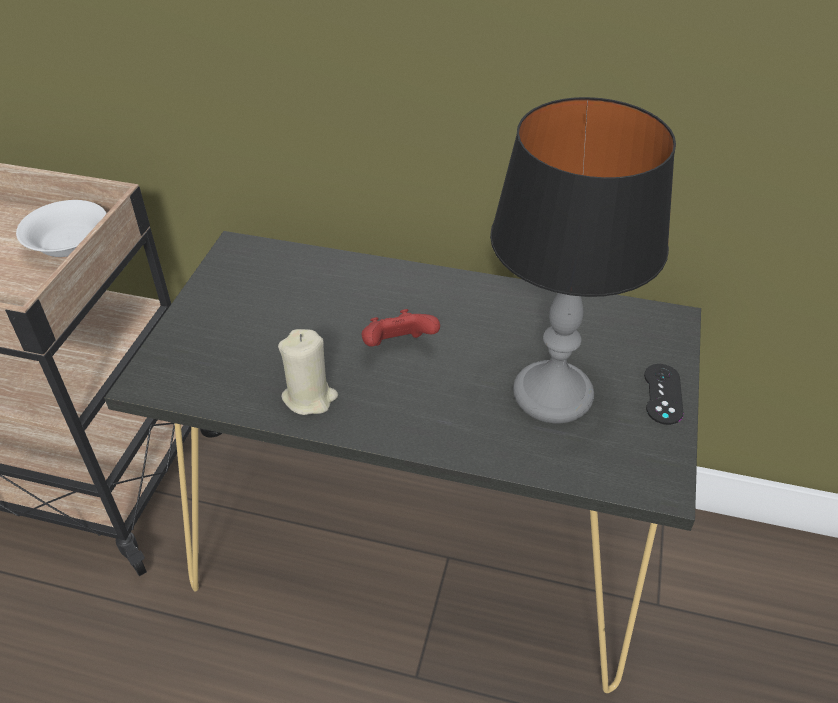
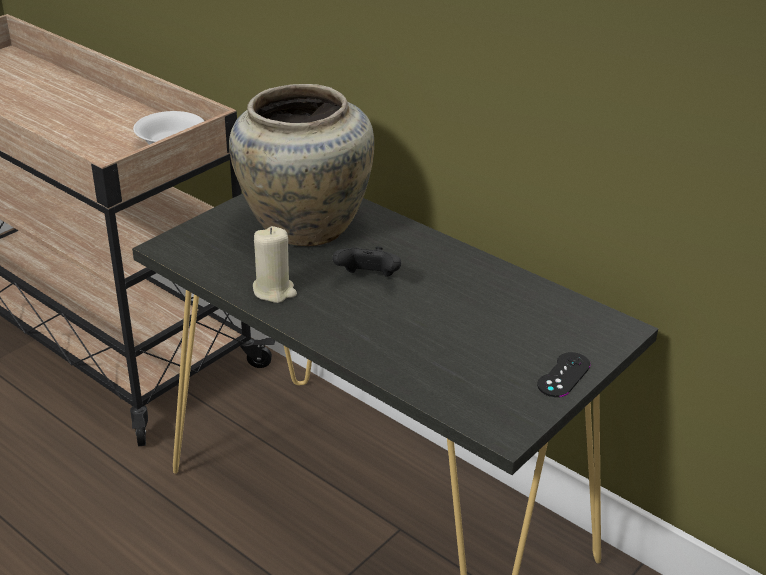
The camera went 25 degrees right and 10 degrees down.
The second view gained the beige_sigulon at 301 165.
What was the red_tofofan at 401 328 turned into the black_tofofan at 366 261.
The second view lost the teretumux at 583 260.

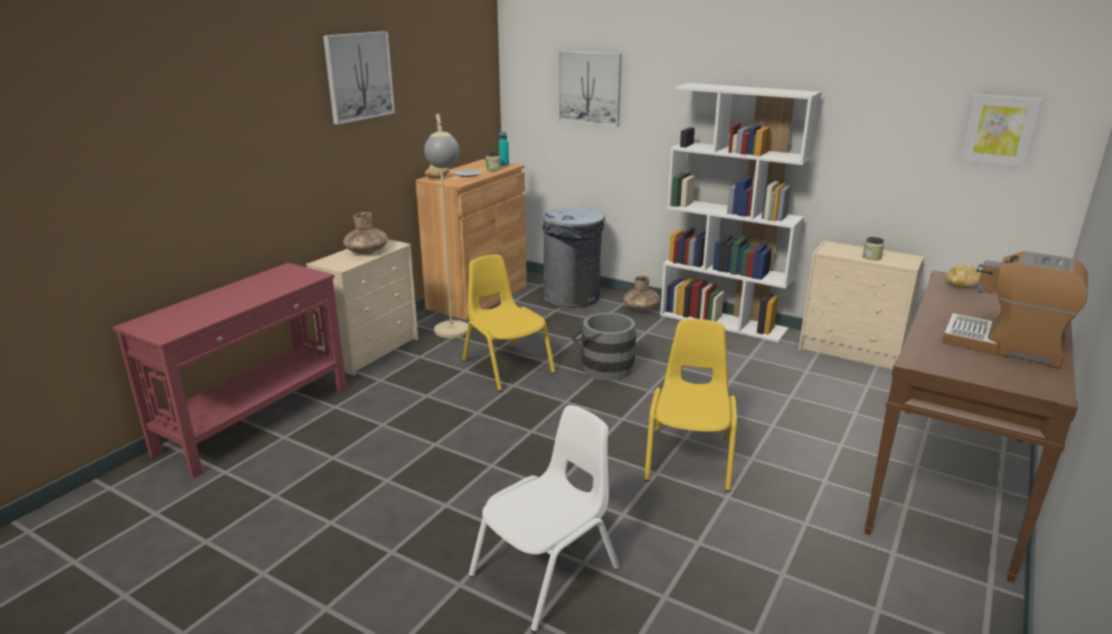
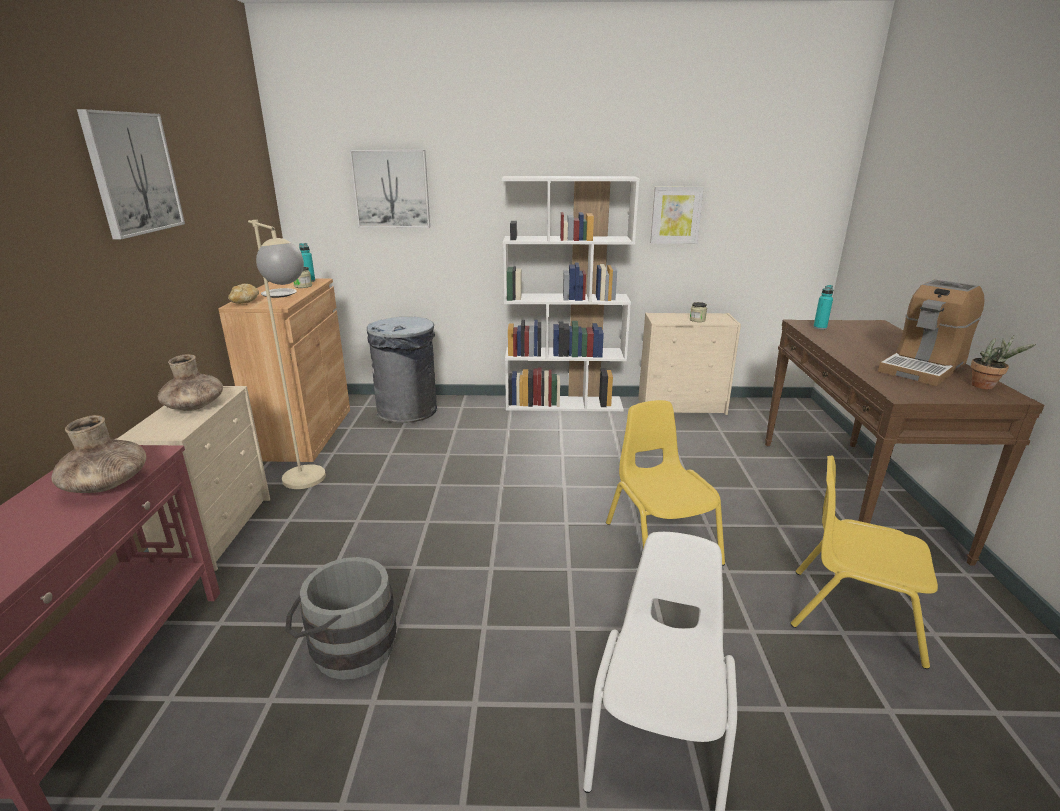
The camera went 30 degrees left and 0 degrees up.
The brown_sigulon ended up elsewhere, having gone from 641 293 to 98 454.
The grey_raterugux ended up elsewhere, having gone from 604 346 to 341 618.
The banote ended up elsewhere, having gone from 1001 130 to 677 215.
The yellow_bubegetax ended up elsewhere, having gone from 509 322 to 864 562.
Where the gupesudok stood at 963 276, the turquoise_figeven came to stand at 823 307.
The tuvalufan at 1015 309 ended up facing another way, 45 degrees counterclockwise from before.
The second view gained the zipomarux at 1003 362.

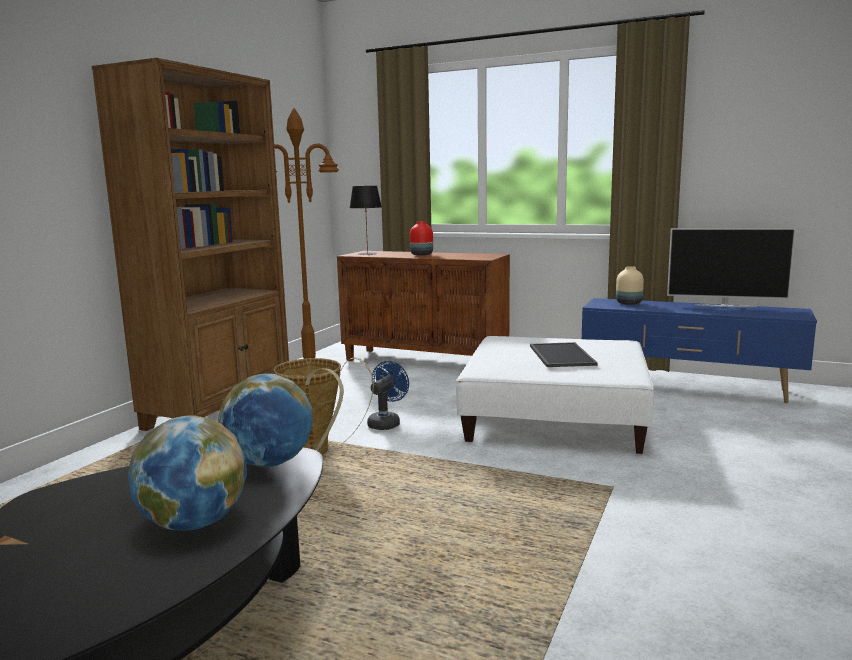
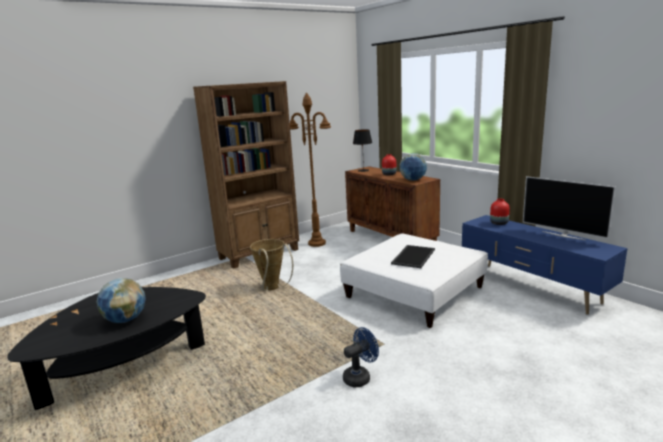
The camera went 30 degrees right and 5 degrees up.
The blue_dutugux ended up elsewhere, having gone from 388 395 to 361 357.
The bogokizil ended up elsewhere, having gone from 265 420 to 413 167.
What was the beige_sigulon at 630 285 turned into the red_sigulon at 500 212.

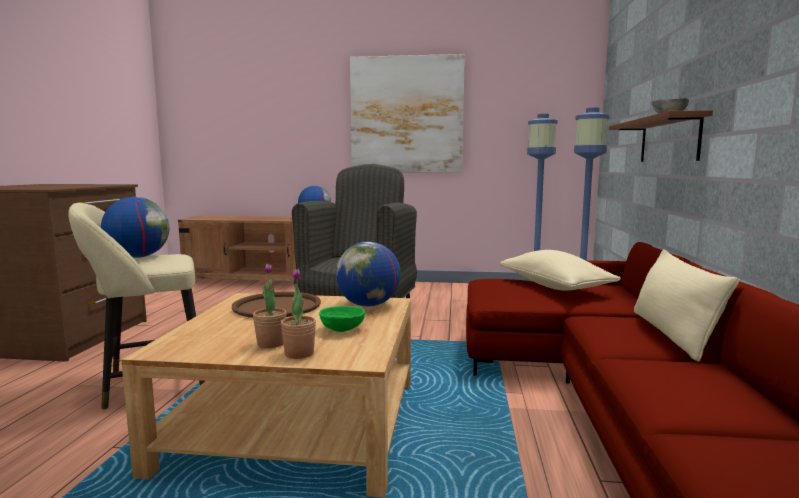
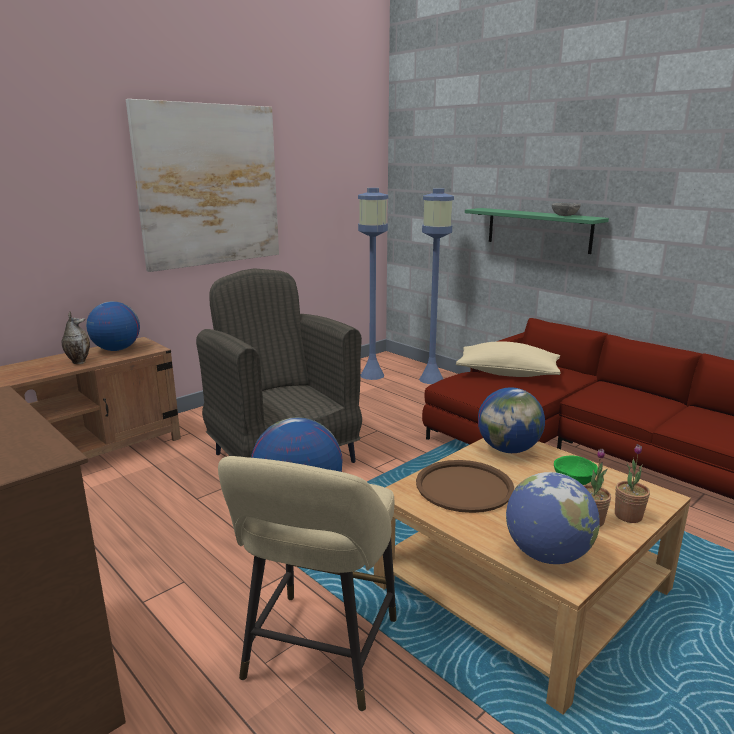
The camera went 50 degrees left and 10 degrees up.
The second view gained the sigulon at 76 337.
What was the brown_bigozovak at 661 136 turned into the green_bigozovak at 537 231.
The second view gained the bogokizil at 553 518.
The second view lost the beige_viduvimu at 686 305.

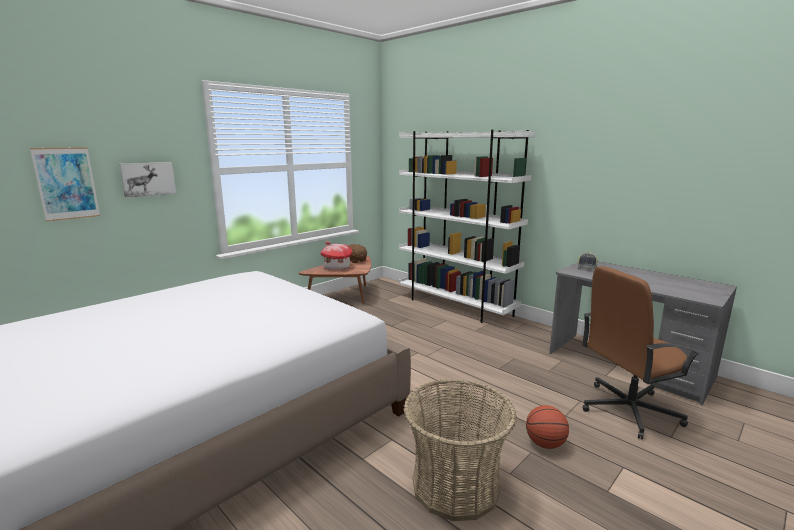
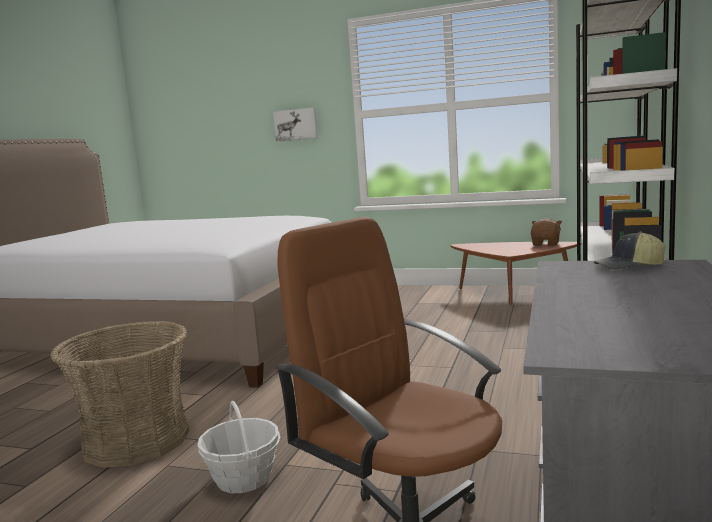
The camera went 65 degrees right and 5 degrees down.
Where the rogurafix stood at 547 427, the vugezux came to stand at 239 447.
The second view lost the banote at 65 184.
The second view lost the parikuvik at 337 255.

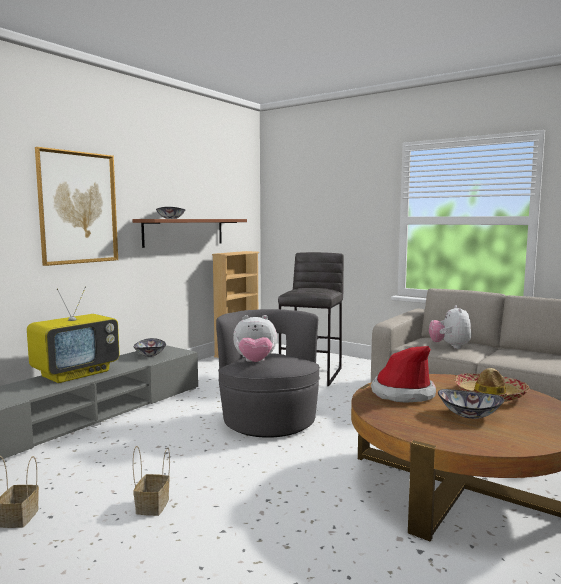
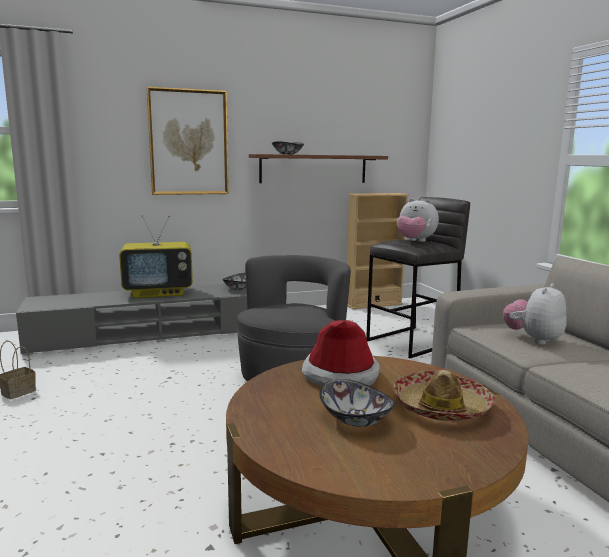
The camera went 35 degrees right and 5 degrees up.
The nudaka ended up elsewhere, having gone from 255 338 to 418 220.
The second view lost the vugezux at 151 481.

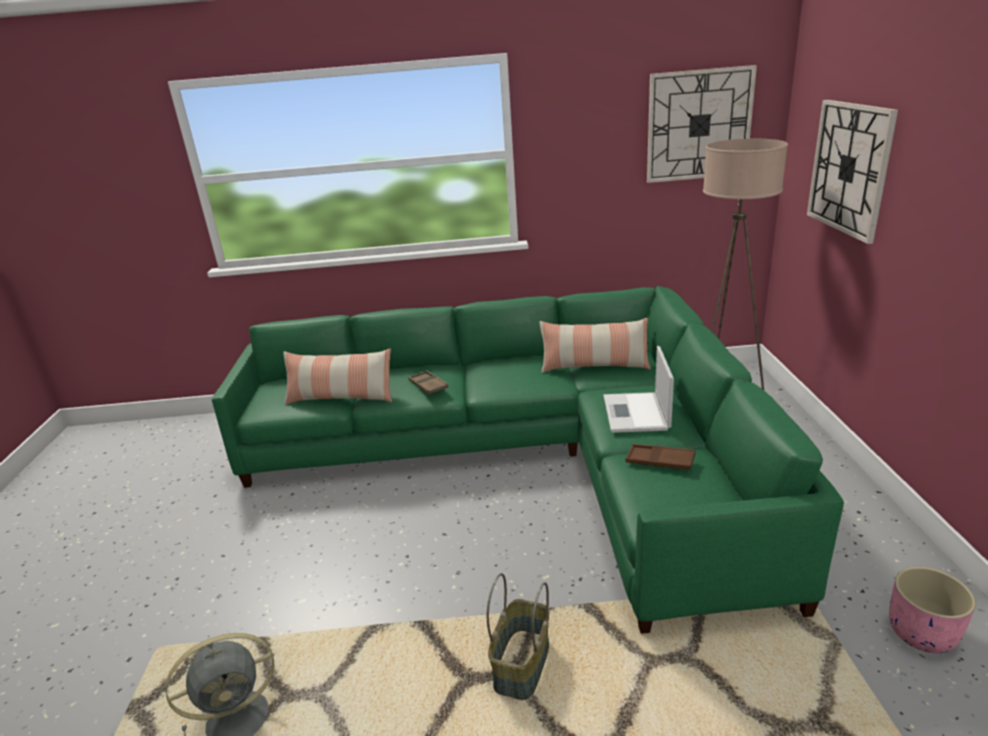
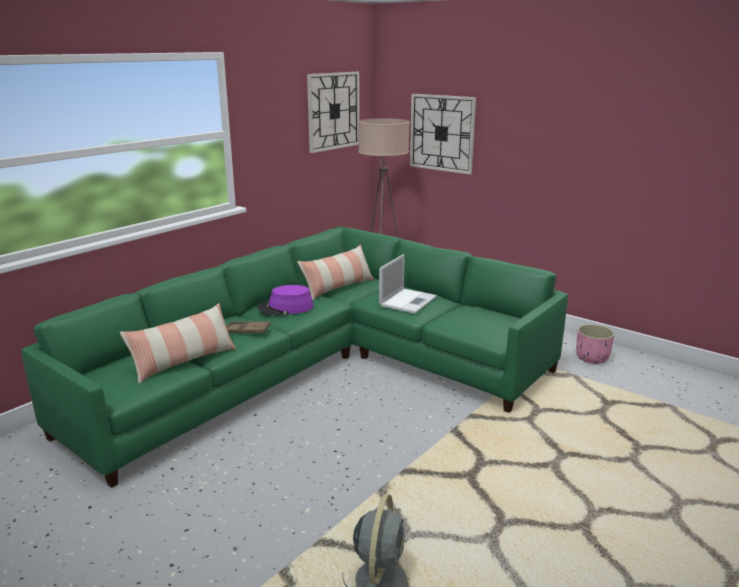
The camera went 50 degrees left and 5 degrees down.
The second view gained the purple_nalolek at 286 300.
The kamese at 638 389 ended up facing another way, 105 degrees counterclockwise from before.
The second view lost the vugezux at 518 636.
The second view lost the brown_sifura at 661 457.

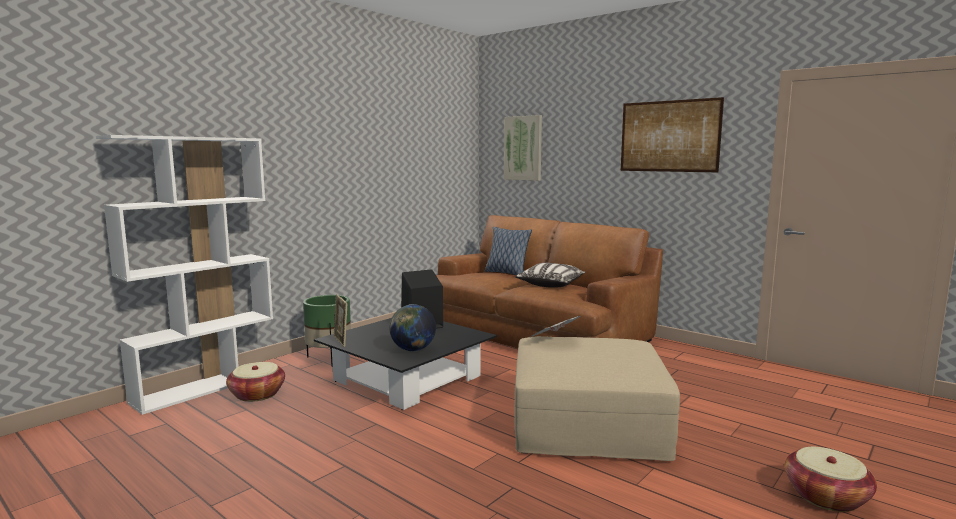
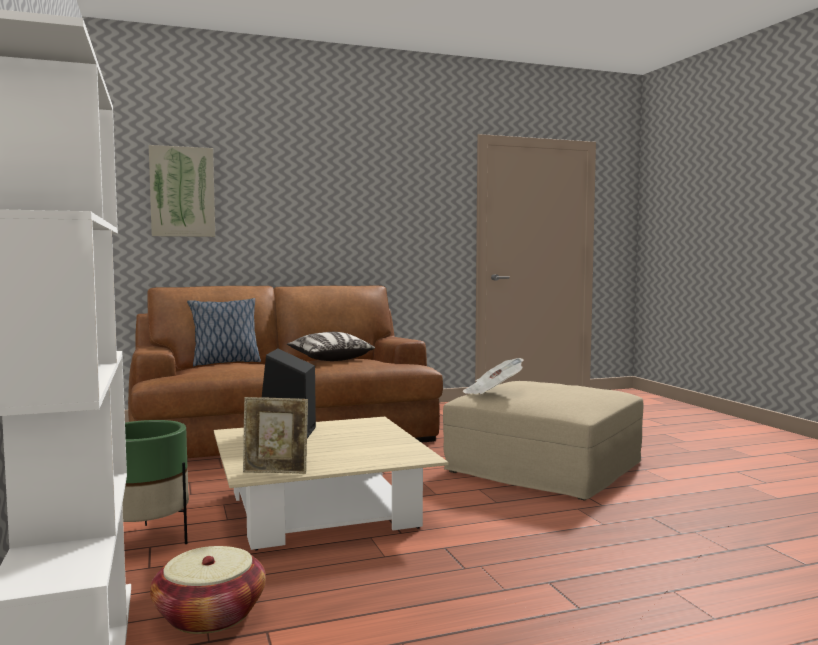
The camera went 60 degrees left and 5 degrees down.
What was the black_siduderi at 405 364 turned into the beige_siduderi at 331 484.
The second view lost the bogokizil at 412 327.
The second view lost the banote at 672 134.
The second view lost the vugezux at 831 479.

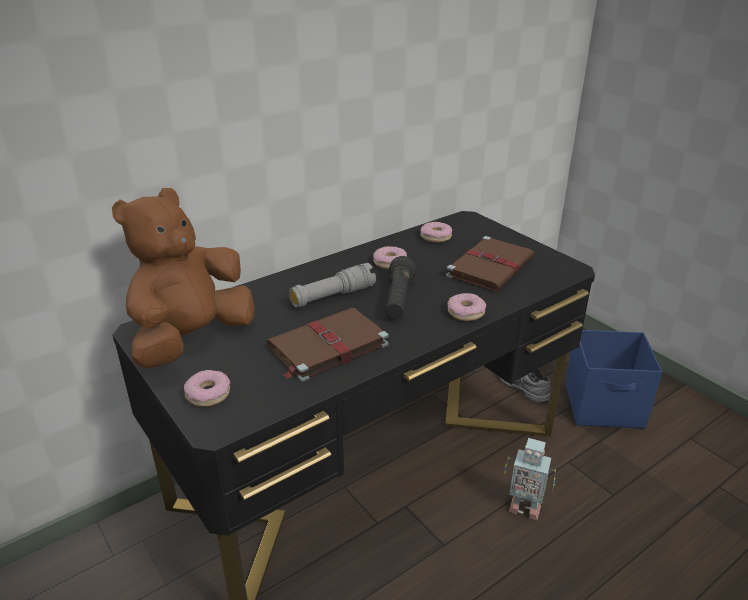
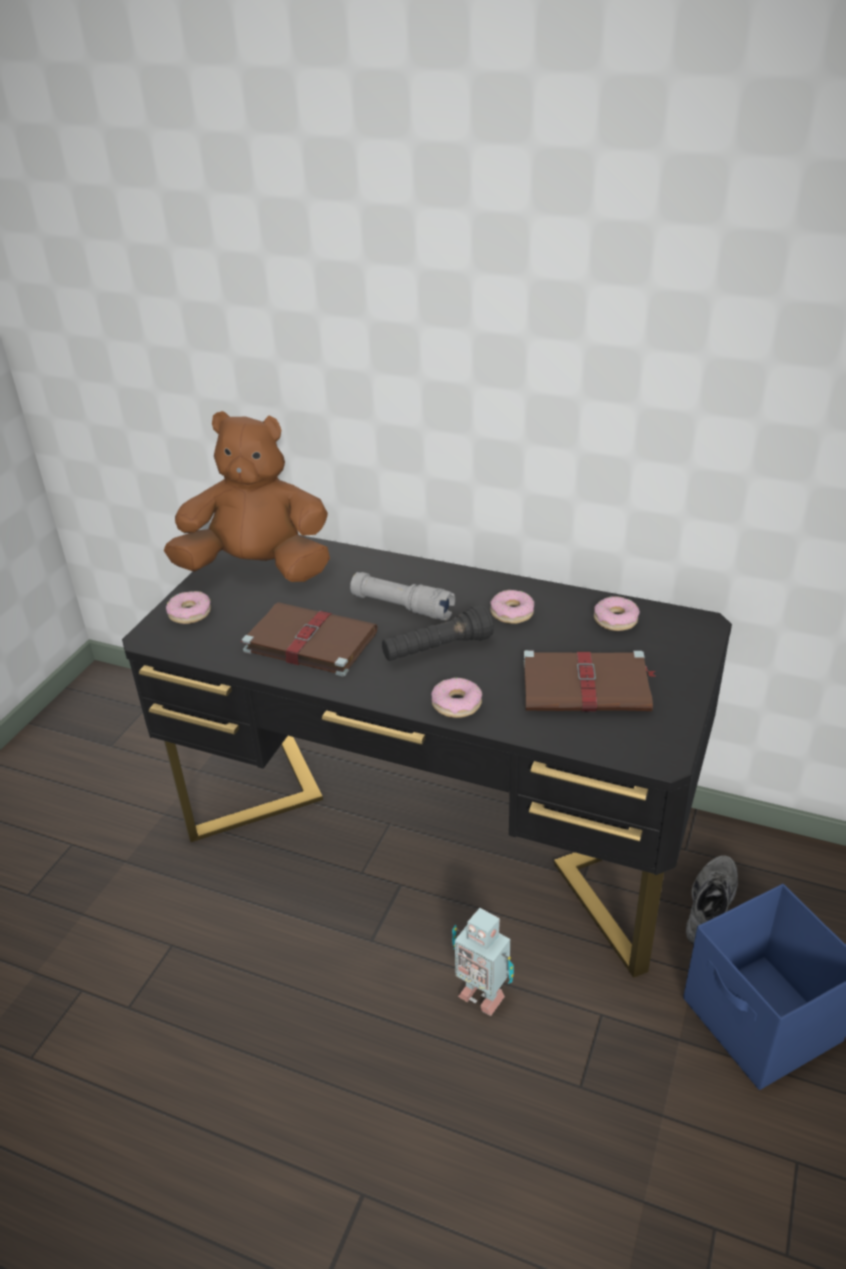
The camera went 60 degrees right and 5 degrees up.
The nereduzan at 530 479 ended up facing another way, 45 degrees counterclockwise from before.

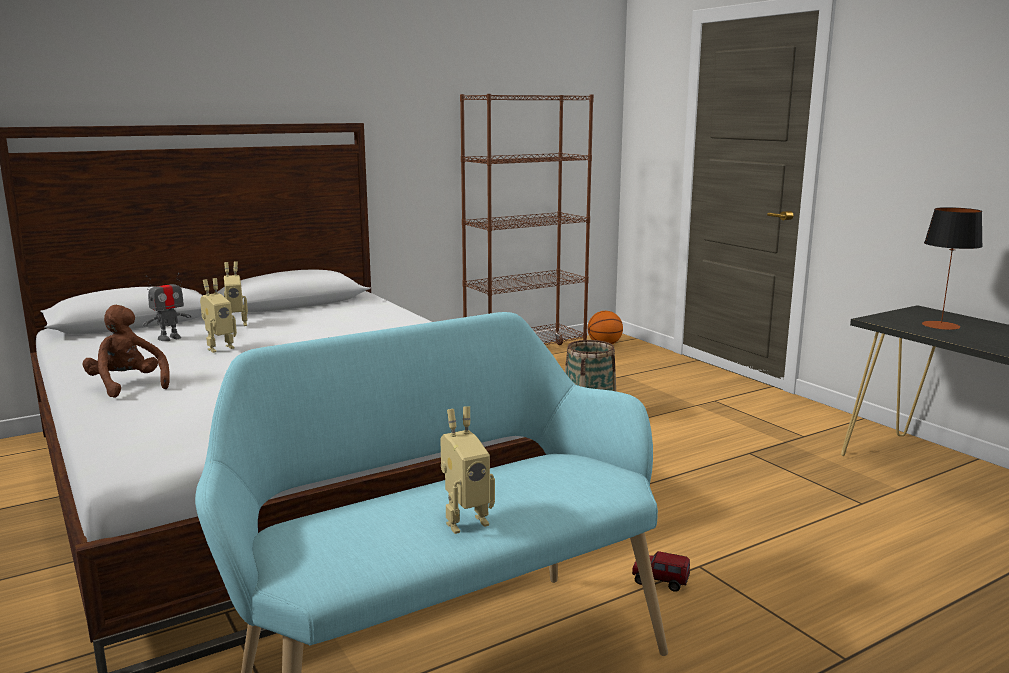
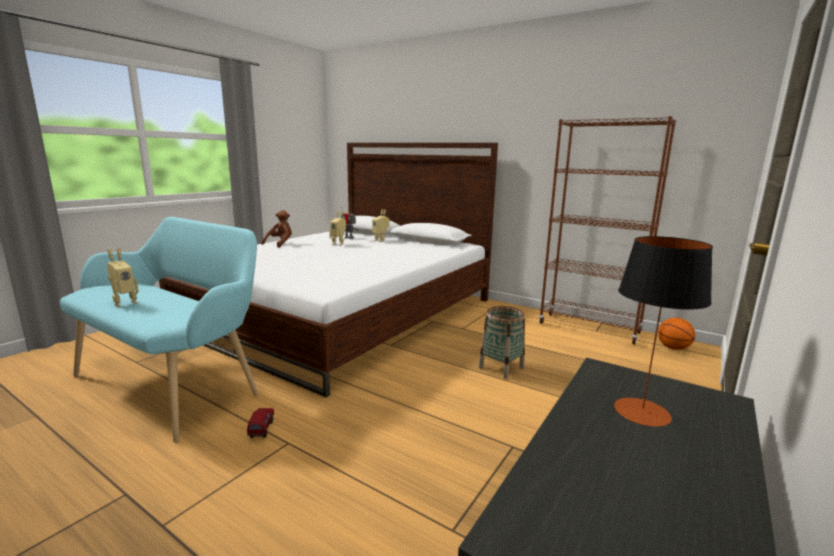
The camera went 65 degrees right and 0 degrees up.
The nereduzan at 467 470 ended up facing another way, 90 degrees counterclockwise from before.

